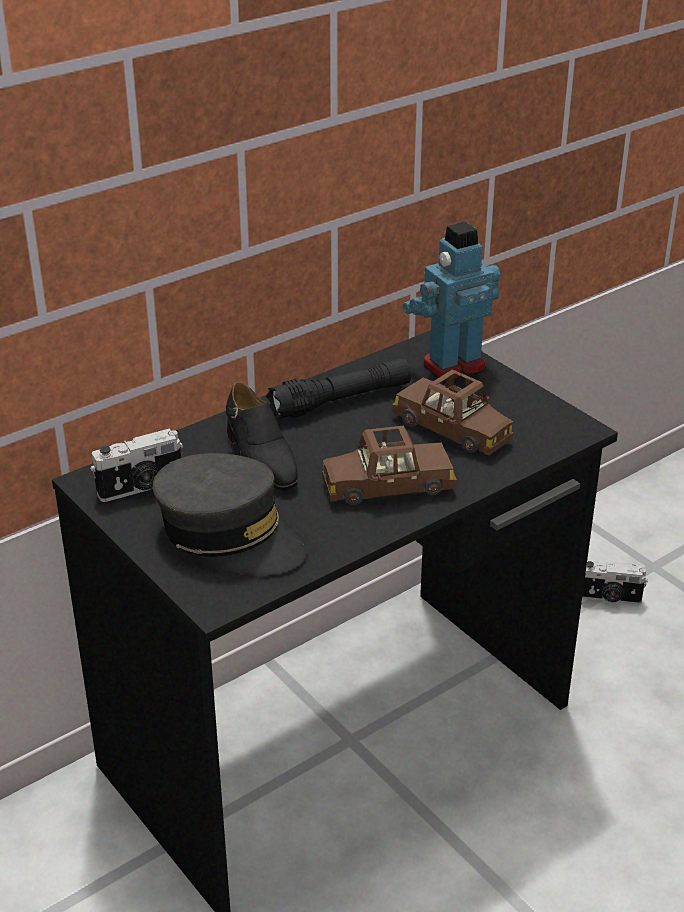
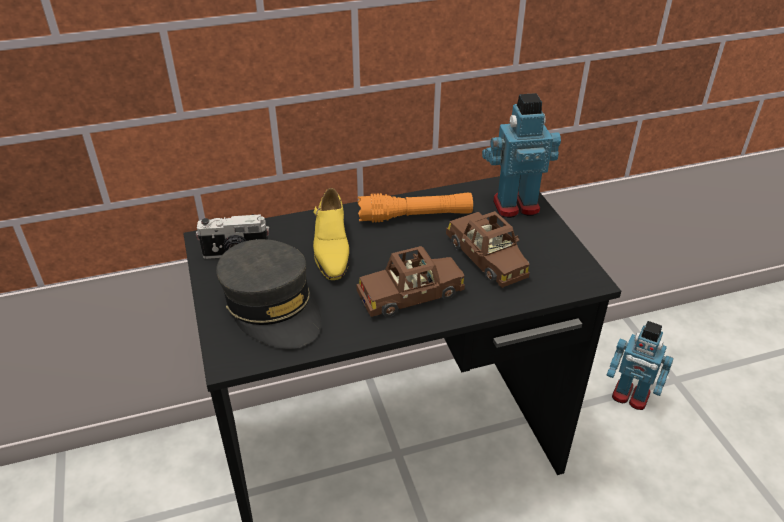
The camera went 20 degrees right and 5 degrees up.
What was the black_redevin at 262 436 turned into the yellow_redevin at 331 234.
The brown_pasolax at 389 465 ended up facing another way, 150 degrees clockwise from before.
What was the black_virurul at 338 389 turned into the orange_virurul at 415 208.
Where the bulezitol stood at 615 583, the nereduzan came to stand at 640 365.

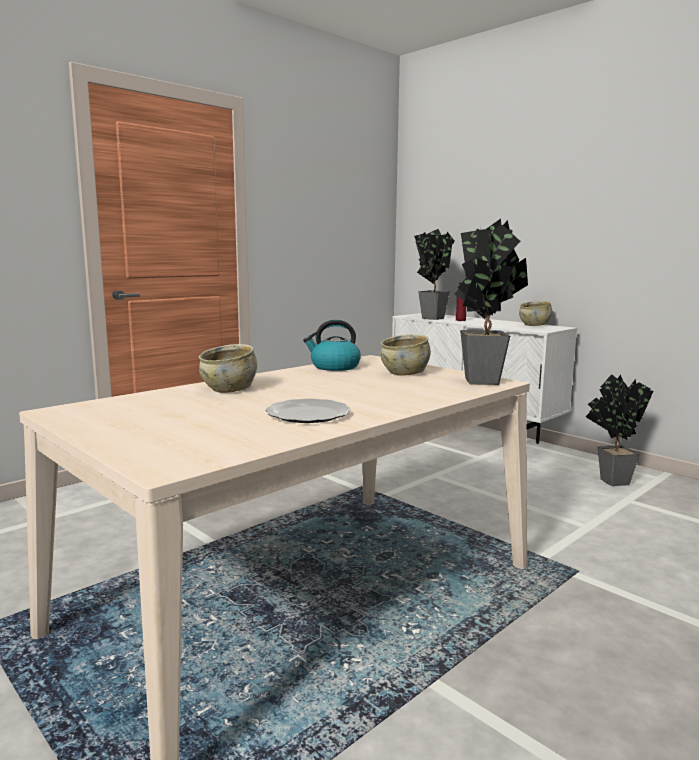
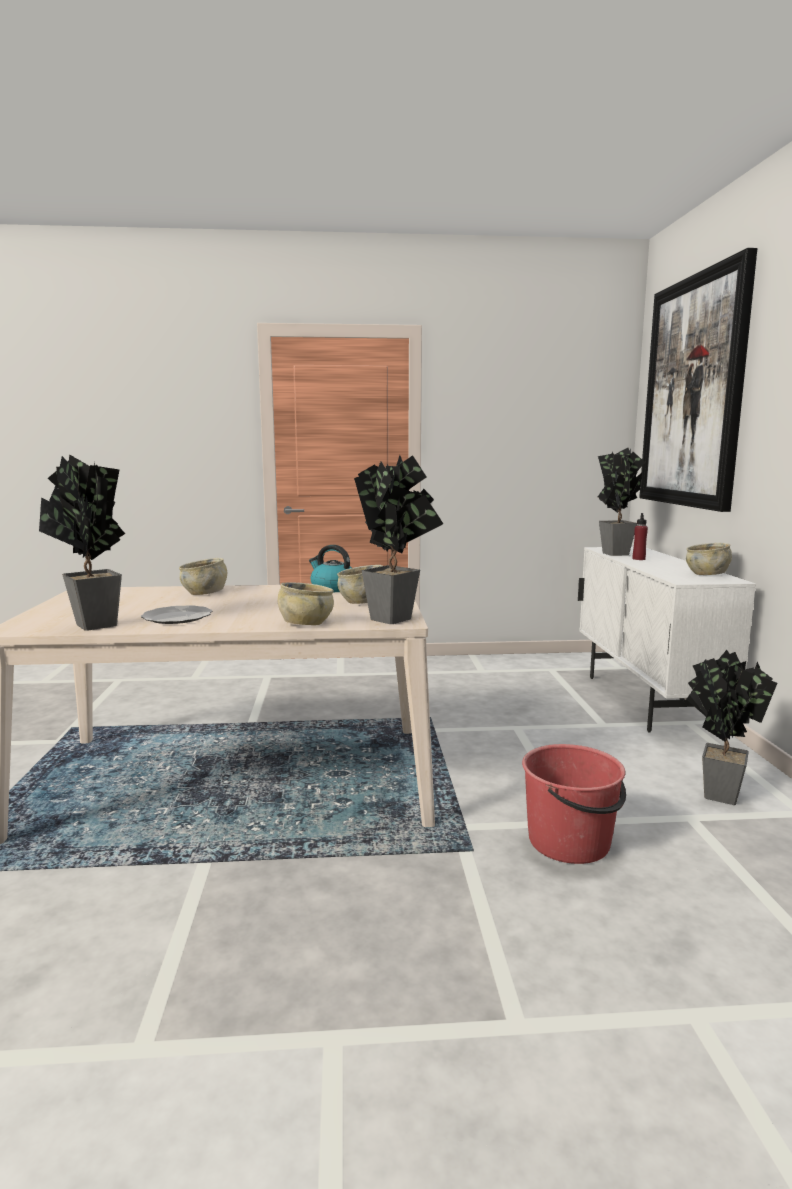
The camera went 40 degrees right and 0 degrees up.
The second view gained the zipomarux at 82 542.
The second view gained the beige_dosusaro at 306 604.
The second view gained the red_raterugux at 574 804.
The second view gained the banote at 698 380.

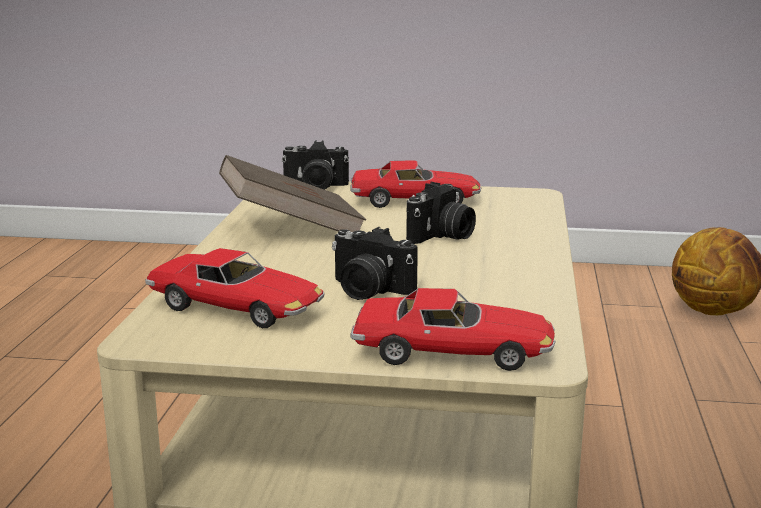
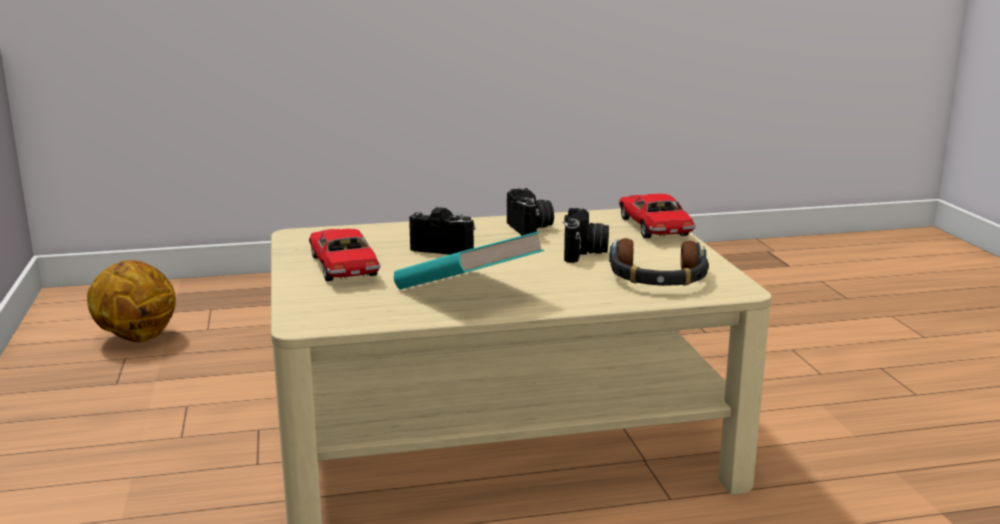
The camera went 110 degrees left and 0 degrees up.
What was the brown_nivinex at 292 193 turned into the turquoise_nivinex at 469 260.
The bulezitol ended up elsewhere, having gone from 315 165 to 530 212.
Where the pasolax stood at 235 288, the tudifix came to stand at 659 262.

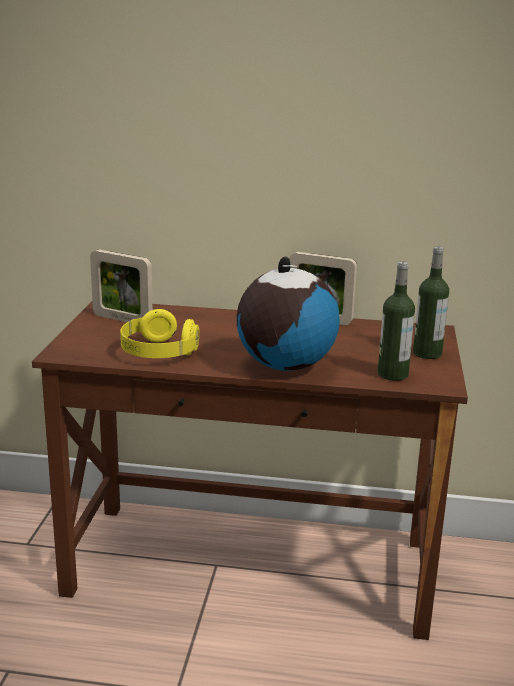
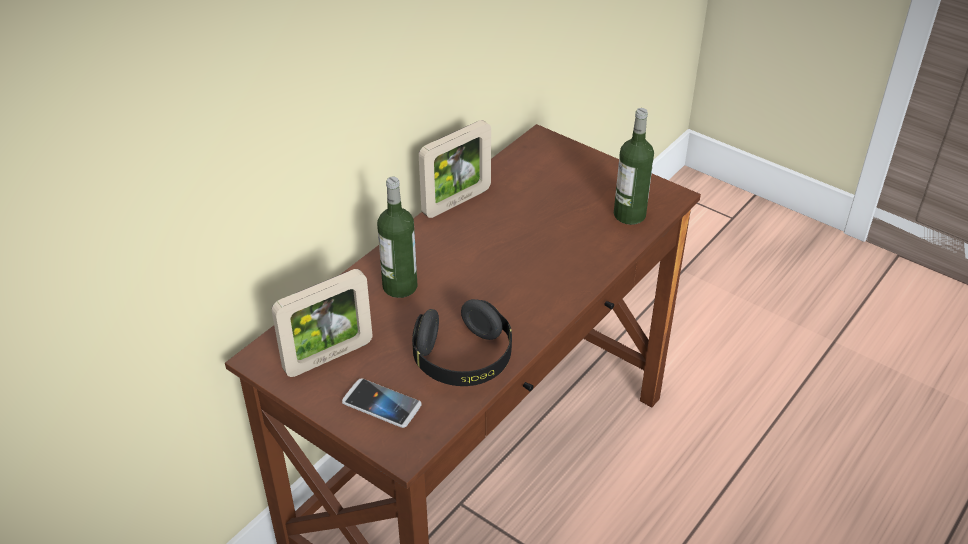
The camera went 60 degrees left and 20 degrees up.
The second view gained the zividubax at 382 403.
The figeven ended up elsewhere, having gone from 431 302 to 397 237.
What was the yellow_tudifix at 159 333 turned into the black_tudifix at 462 342.
The second view lost the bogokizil at 288 314.

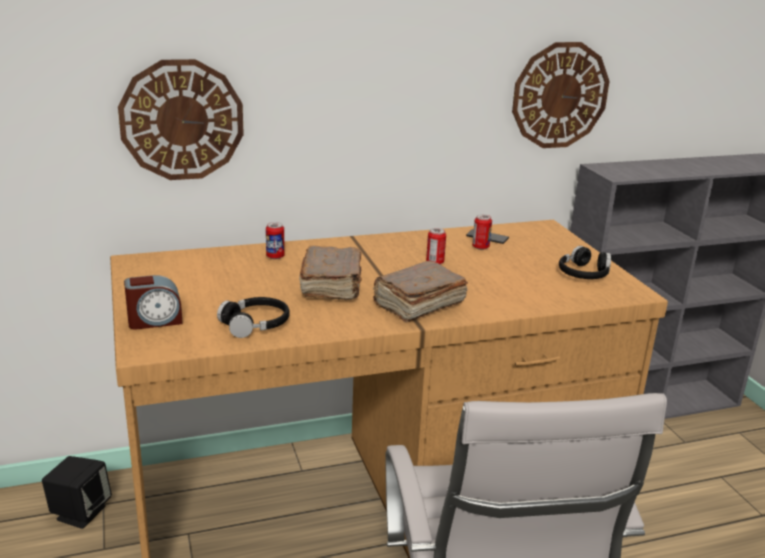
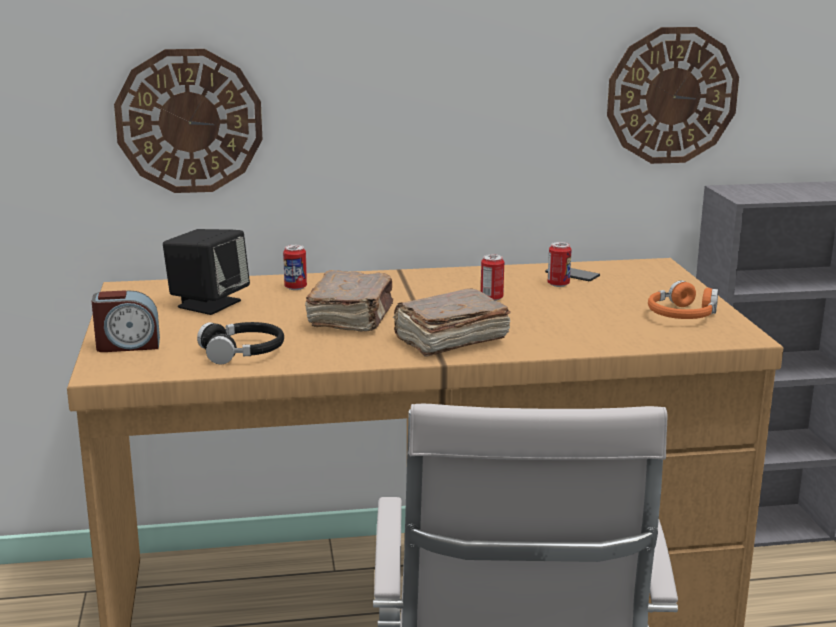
The camera went 10 degrees right and 5 degrees down.
The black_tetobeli ended up elsewhere, having gone from 77 492 to 206 272.
What was the black_tudifix at 585 262 turned into the orange_tudifix at 683 299.

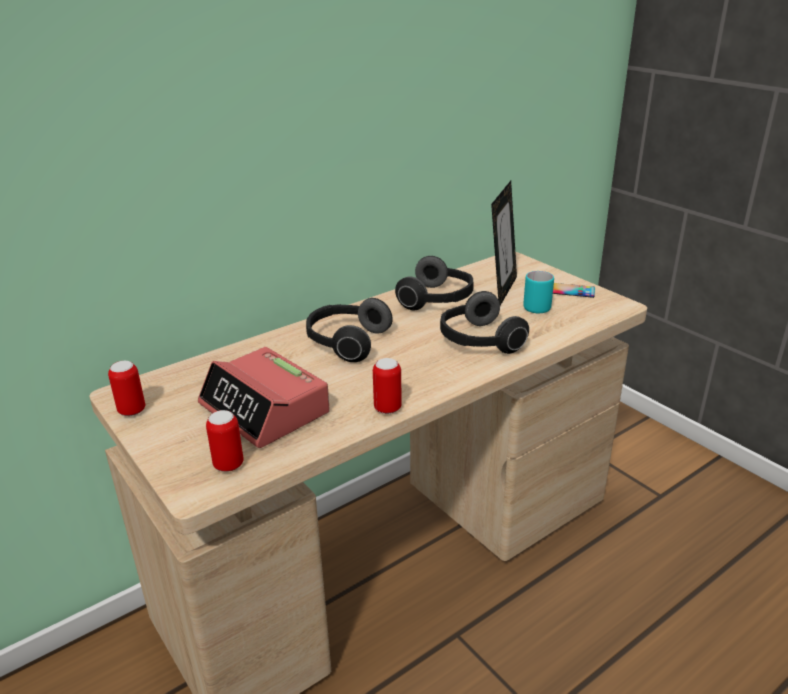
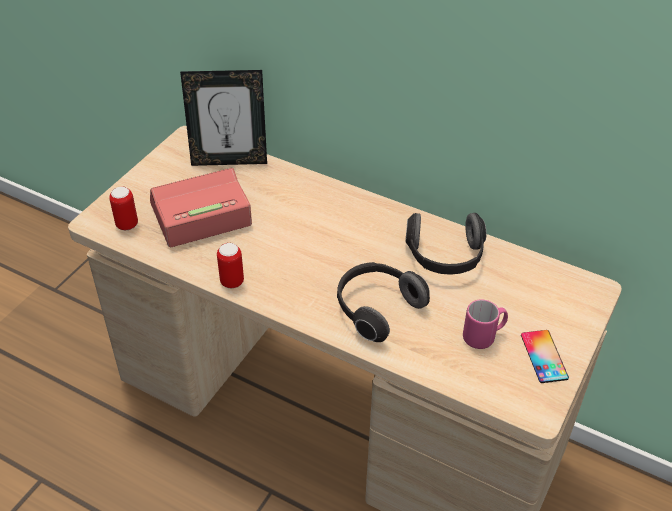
The camera went 65 degrees right and 15 degrees up.
The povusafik at 264 397 ended up facing another way, 45 degrees clockwise from before.
The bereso ended up elsewhere, having gone from 504 243 to 223 118.
What was the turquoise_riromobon at 538 292 turned into the pink_riromobon at 485 324.
The second view lost the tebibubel at 126 388.
The second view lost the tudifix at 349 330.

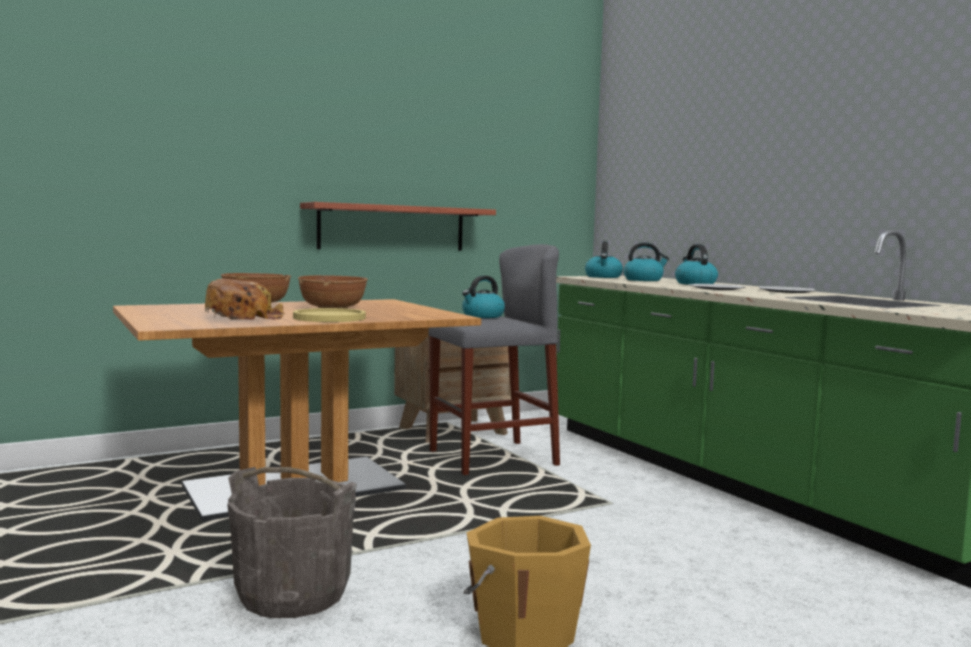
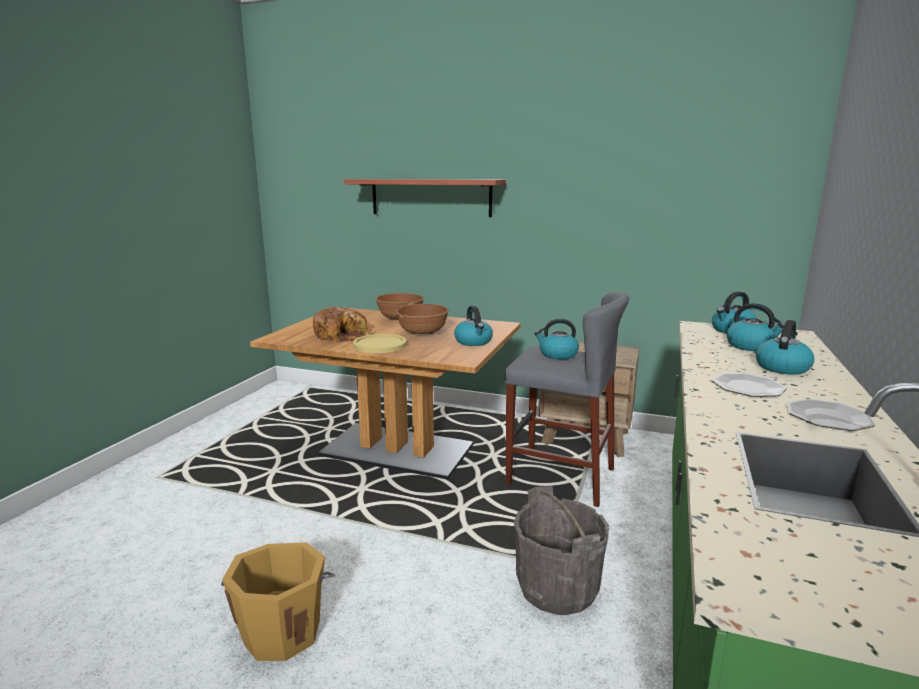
The camera went 50 degrees right and 10 degrees up.
The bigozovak ended up elsewhere, having gone from 398 226 to 425 198.
The second view gained the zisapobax at 473 326.
The grey_raterugux ended up elsewhere, having gone from 292 542 to 561 550.

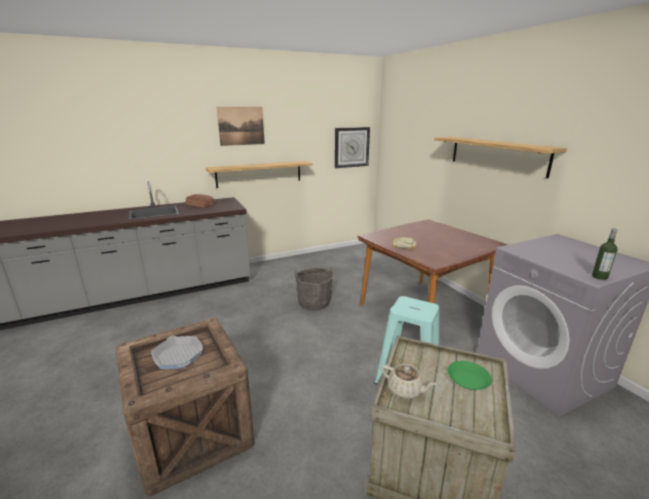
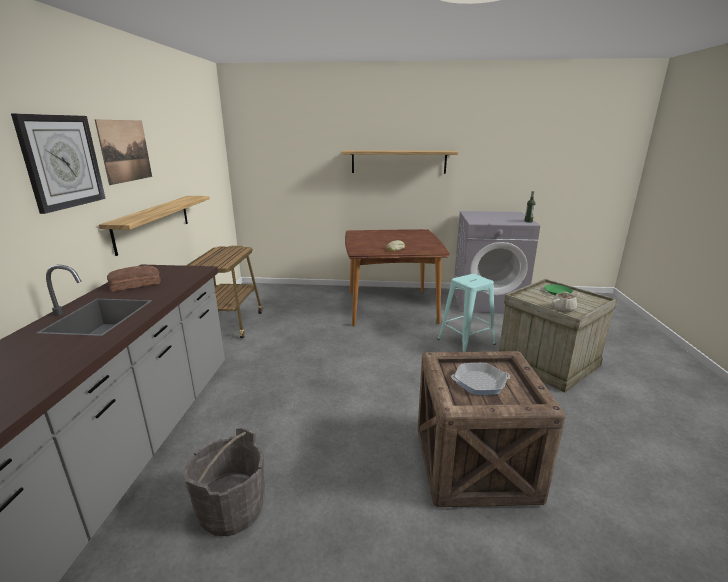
The camera went 60 degrees left and 0 degrees up.
The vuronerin ended up elsewhere, having gone from 352 147 to 58 164.
The grey_raterugux ended up elsewhere, having gone from 313 288 to 224 482.
The second view gained the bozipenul at 224 292.

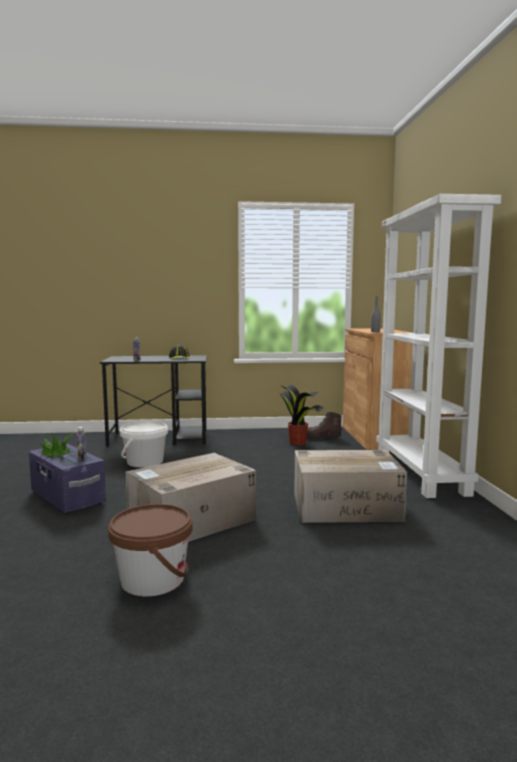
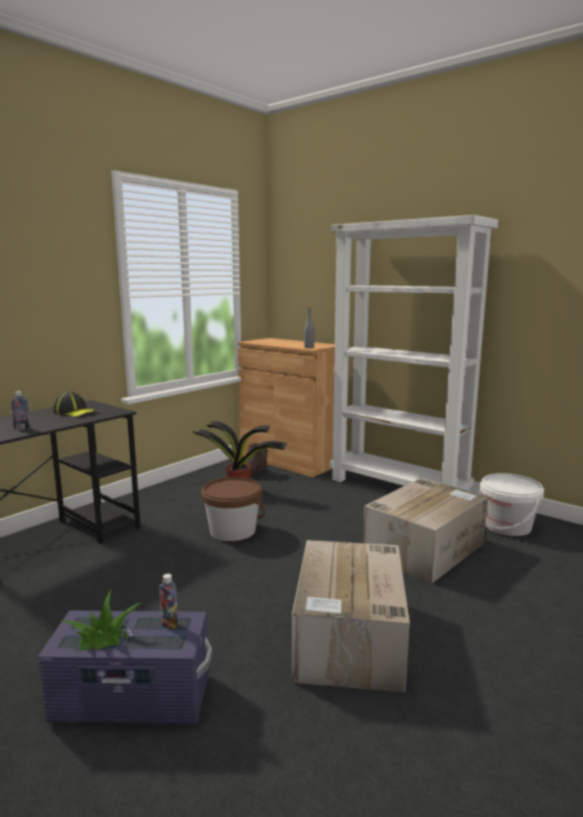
The camera went 45 degrees left and 5 degrees up.
The brown_raterugux ended up elsewhere, having gone from 150 550 to 233 509.
The white_raterugux ended up elsewhere, having gone from 144 444 to 511 504.

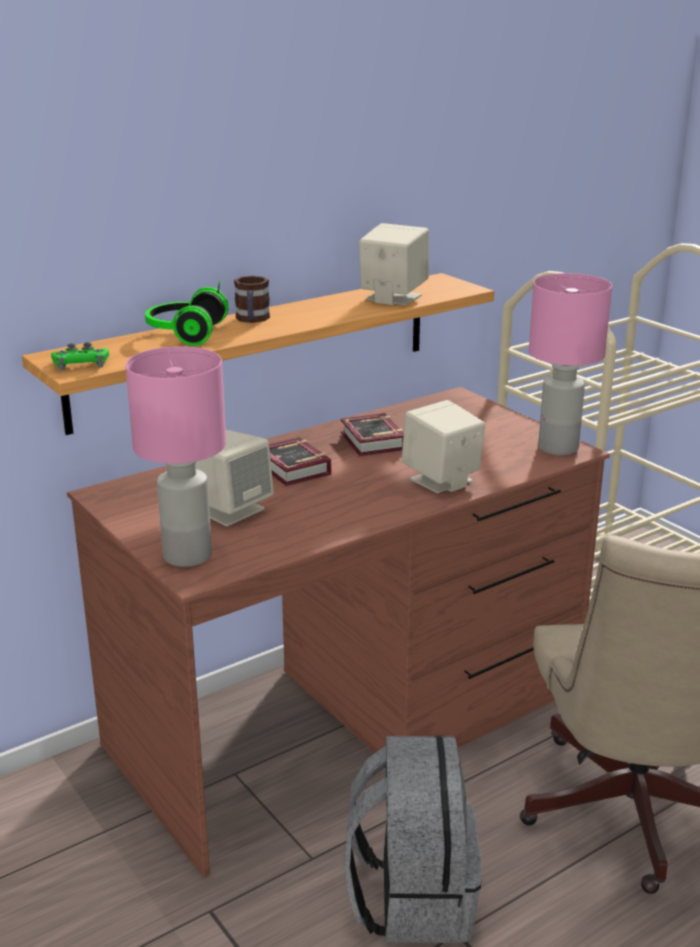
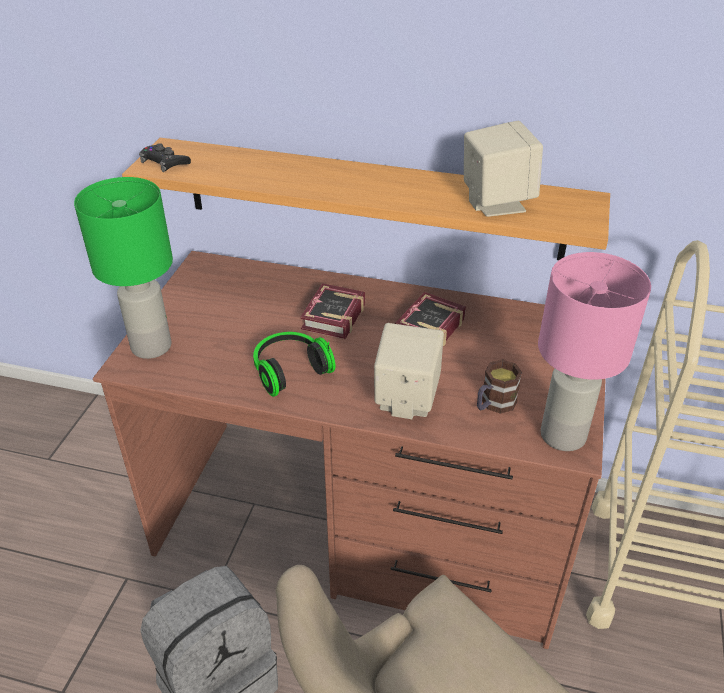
The camera went 50 degrees right and 15 degrees up.
What was the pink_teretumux at 175 456 turned into the green_teretumux at 123 268.
What was the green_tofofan at 80 356 turned into the black_tofofan at 165 157.
The tudifix ended up elsewhere, having gone from 187 313 to 294 364.
The riromobon ended up elsewhere, having gone from 252 299 to 499 386.
The second view lost the beige_tetobeli at 235 478.

